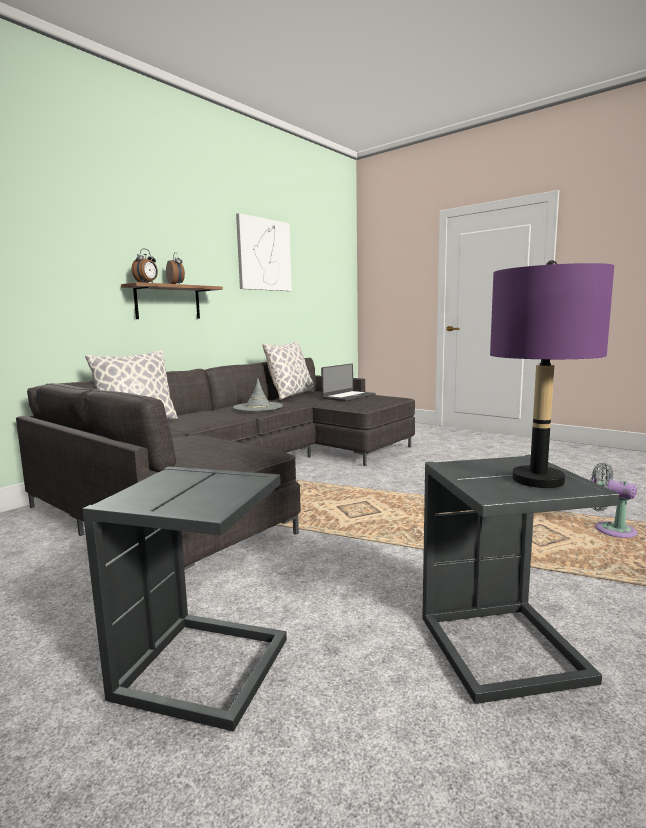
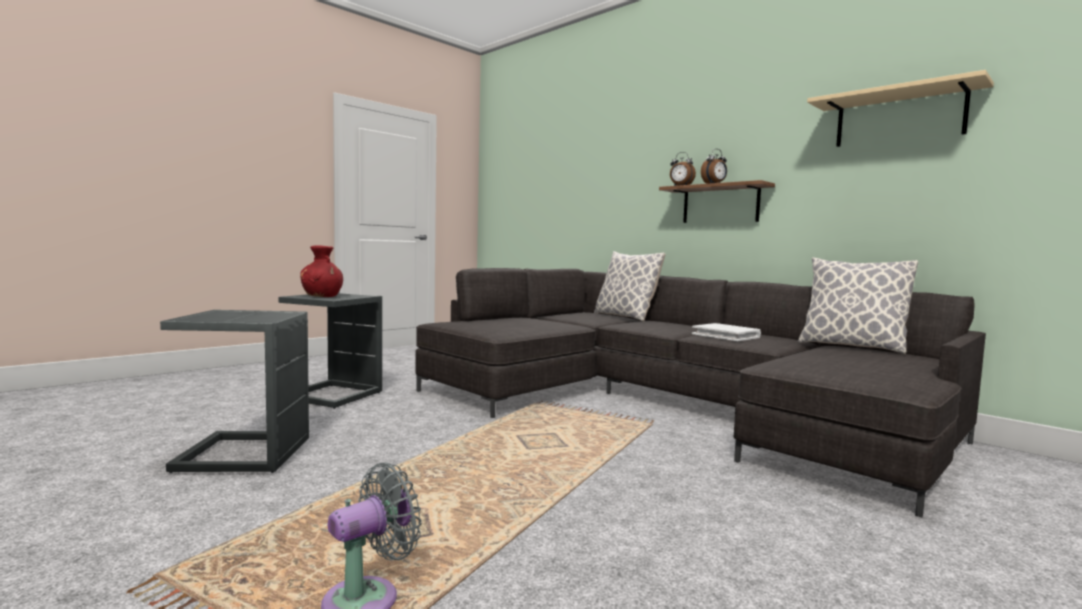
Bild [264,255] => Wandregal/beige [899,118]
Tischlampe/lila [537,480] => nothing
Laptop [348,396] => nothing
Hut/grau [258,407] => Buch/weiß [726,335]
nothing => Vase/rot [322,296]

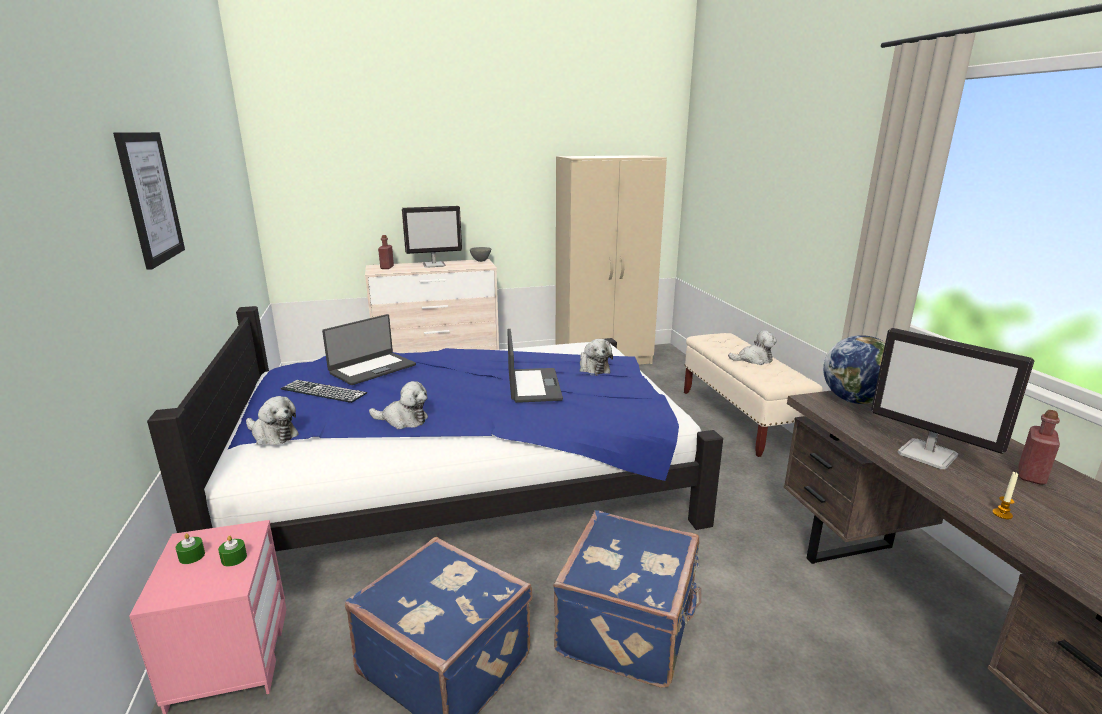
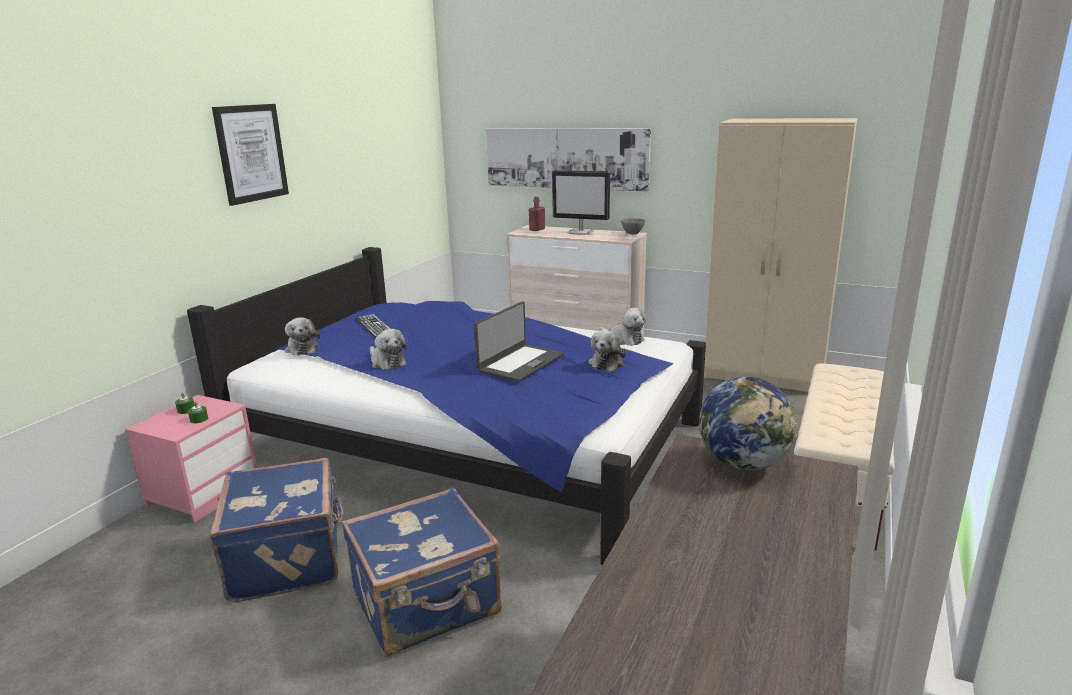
Laptop [372,369] => nothing
Monitor [928,455] => nothing
Plüschtier [753,360] => Plüschtier [624,339], move
Flasche/rot [1031,476] => nothing
Kerze [1002,514] => nothing
nothing => Bild [565,158]

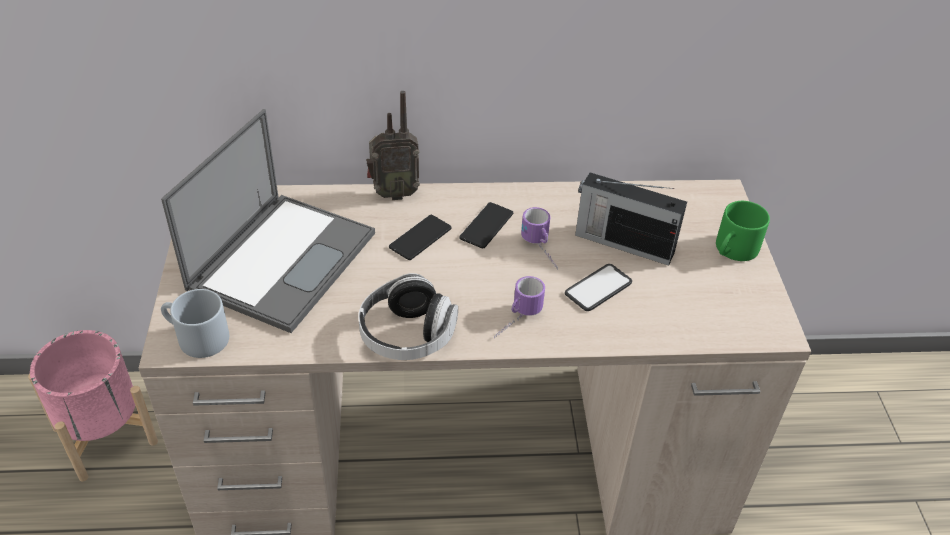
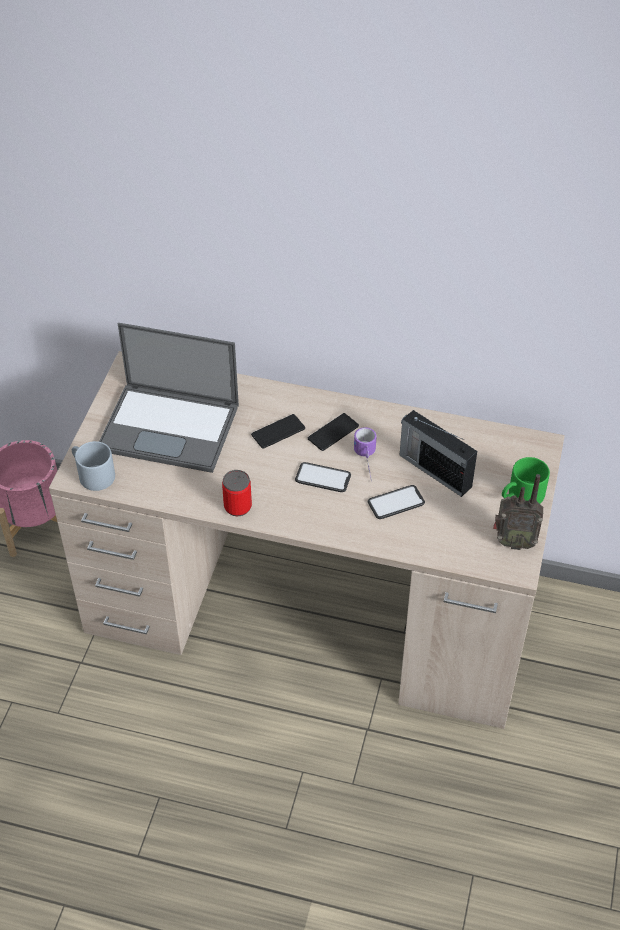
Radio [393,193] => Radio [513,541], move
Laptop [283,259] => Laptop [171,427], 60 degrees clockwise
Kopfhörer [407,335] => Dose [237,506]
Henkelbecher [515,321] => nothing
nothing => Handy [323,478]

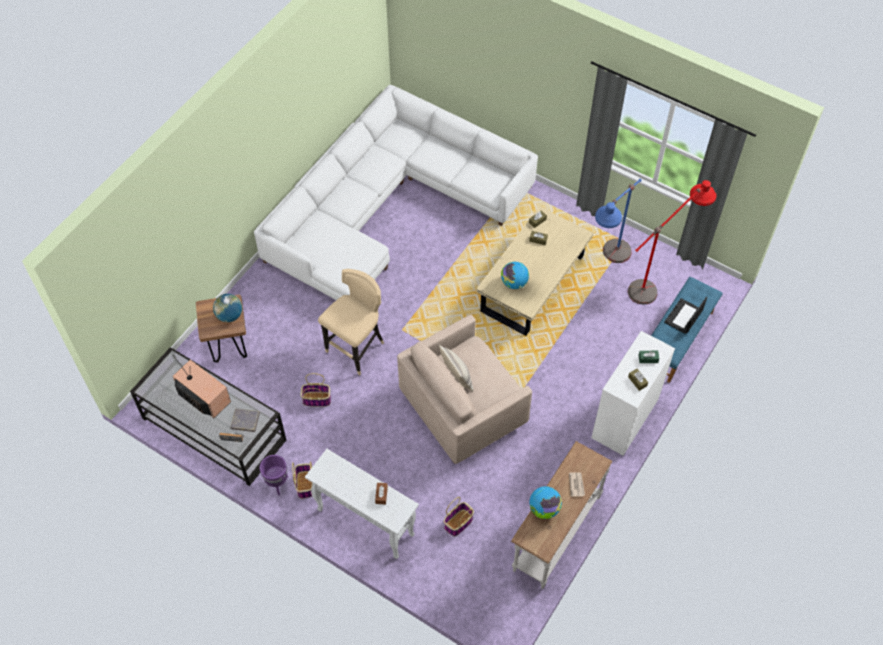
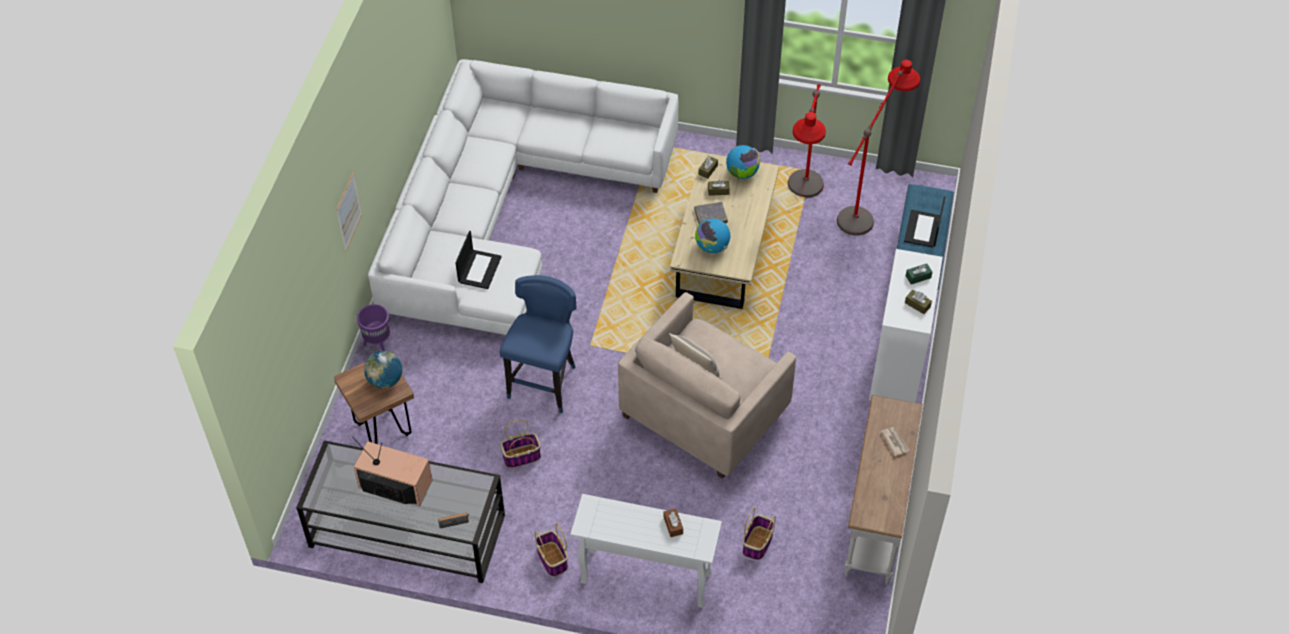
Stehlampe/blau [608,265] => Stehlampe/rot [802,203]
Hocker/beige [357,349] => Hocker/blau [544,383]
Buch/grau [245,421] => Buch/grau [710,216], move
Pflanzkübel/lila [277,483] => Pflanzkübel/lila [378,345], move
Globus [544,509] => Globus [742,173], move
nothing => Bild [348,211]
nothing => Laptop [479,269]

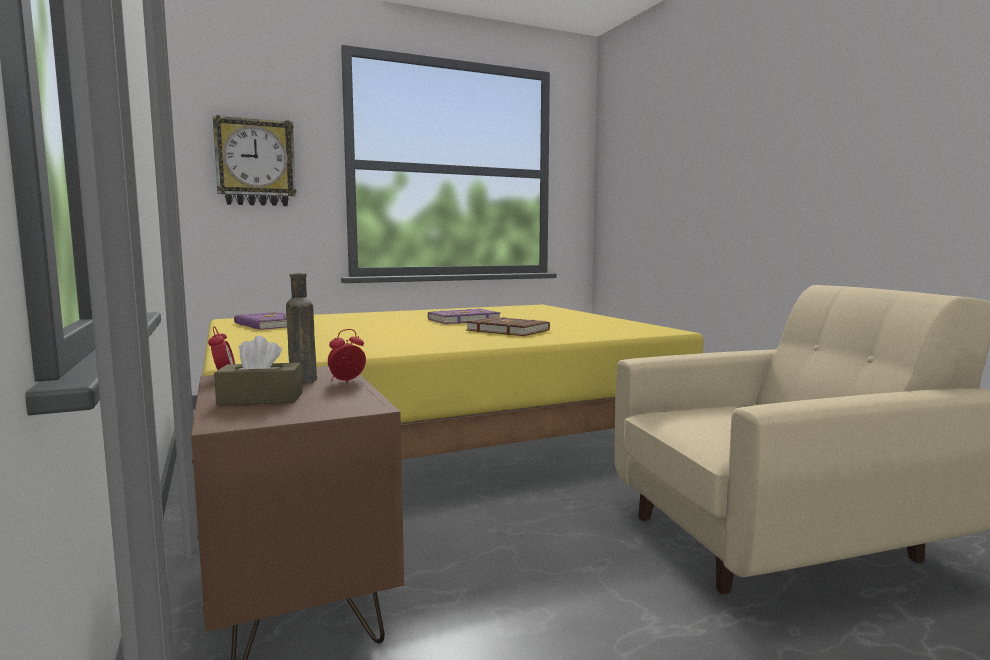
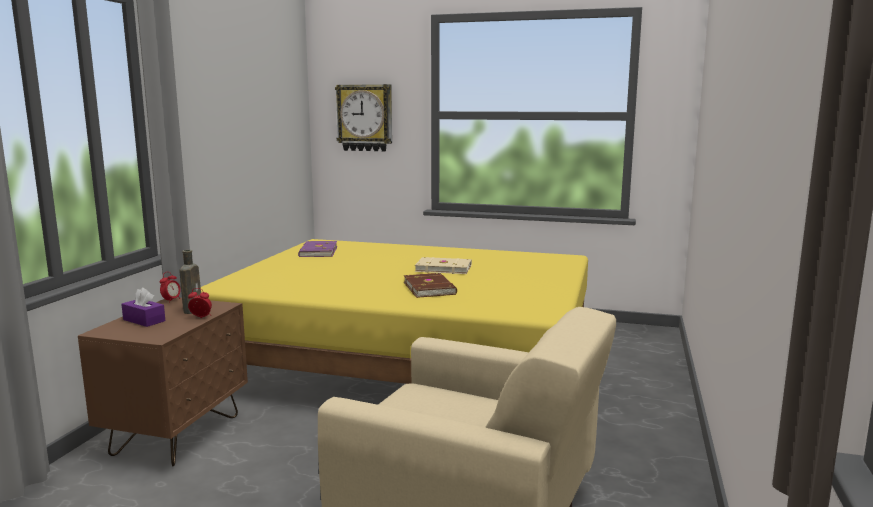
Buch/lila [463,320] => Buch/beige [443,268]
Taschentuchbox/braun [261,399] => Taschentuchbox/lila [144,320]

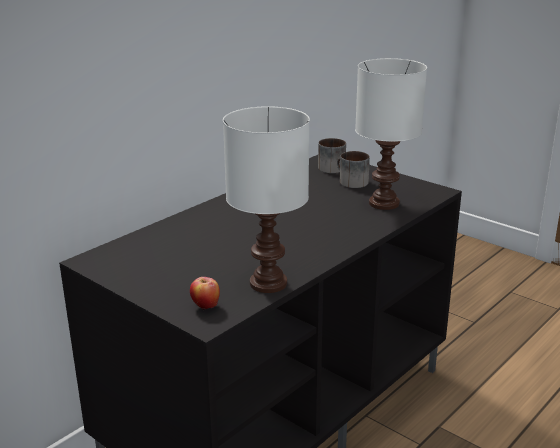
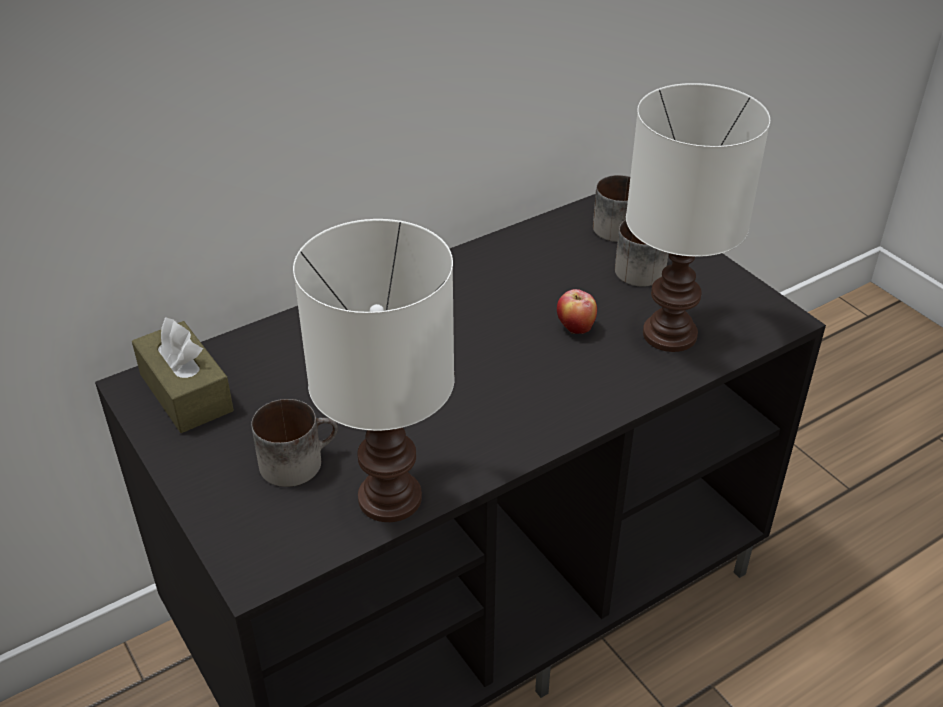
Apfel [205,306] => Apfel [575,328], move
nothing => Taschentuchbox/braun [186,392]
nothing => Henkelbecher [298,460]

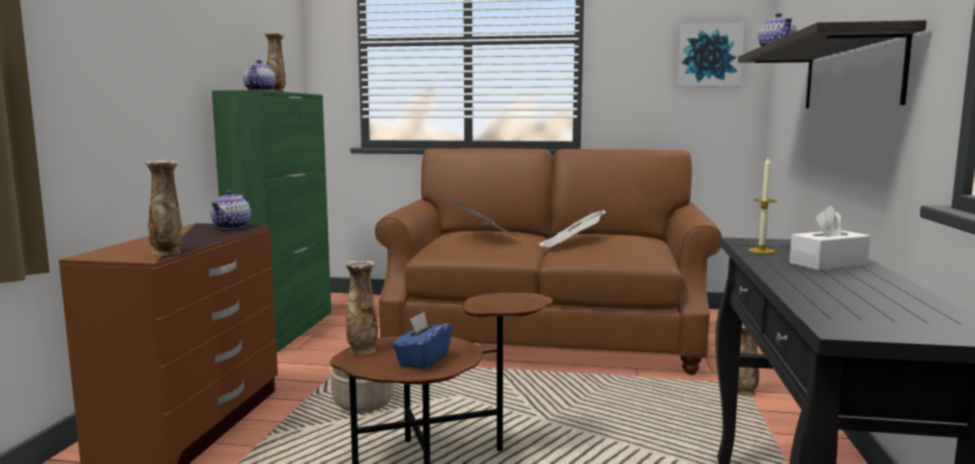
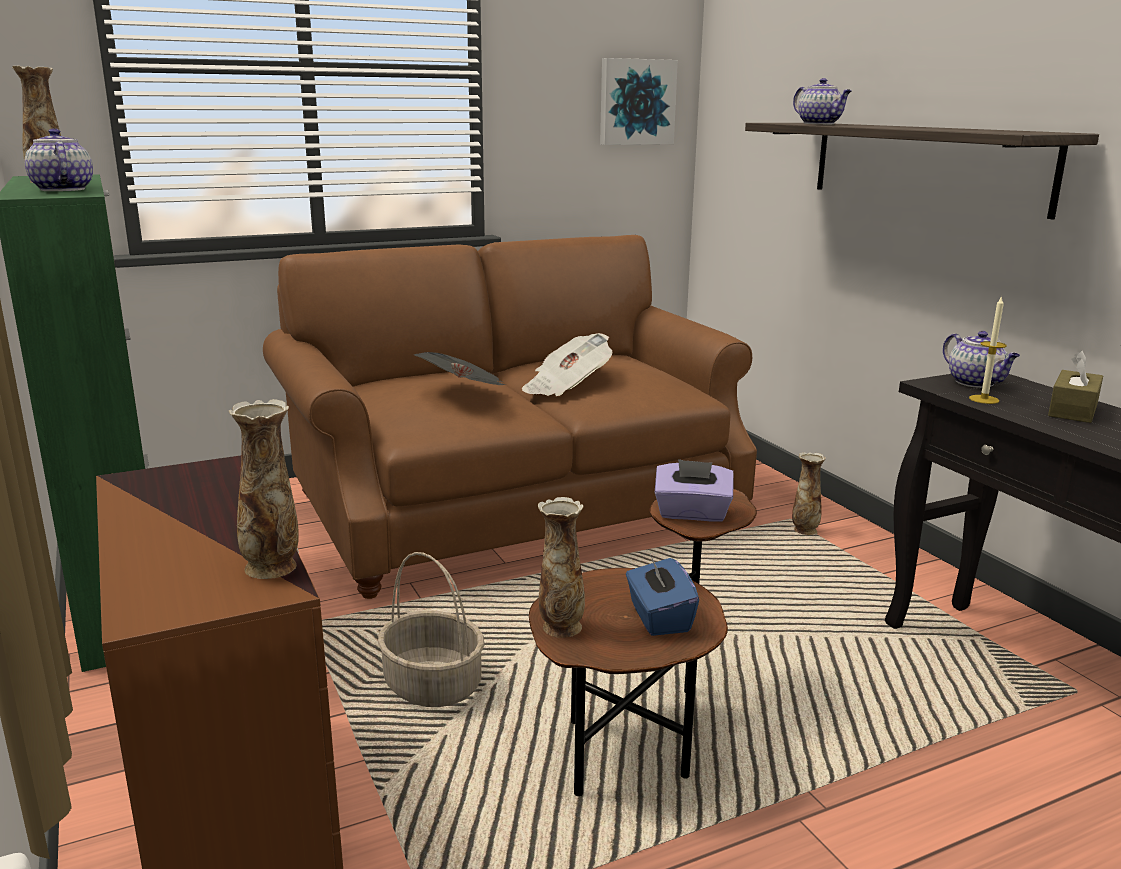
Teekanne [231,227] => Teekanne [976,383], move
Taschentuchbox/weiß [828,264] => Taschentuchbox/braun [1073,410]
nothing => Taschentuchbox/lila [692,513]

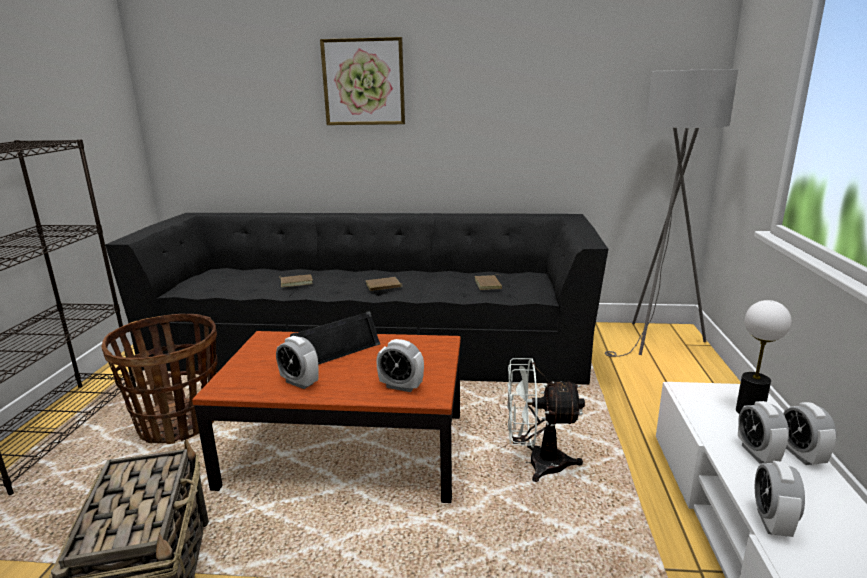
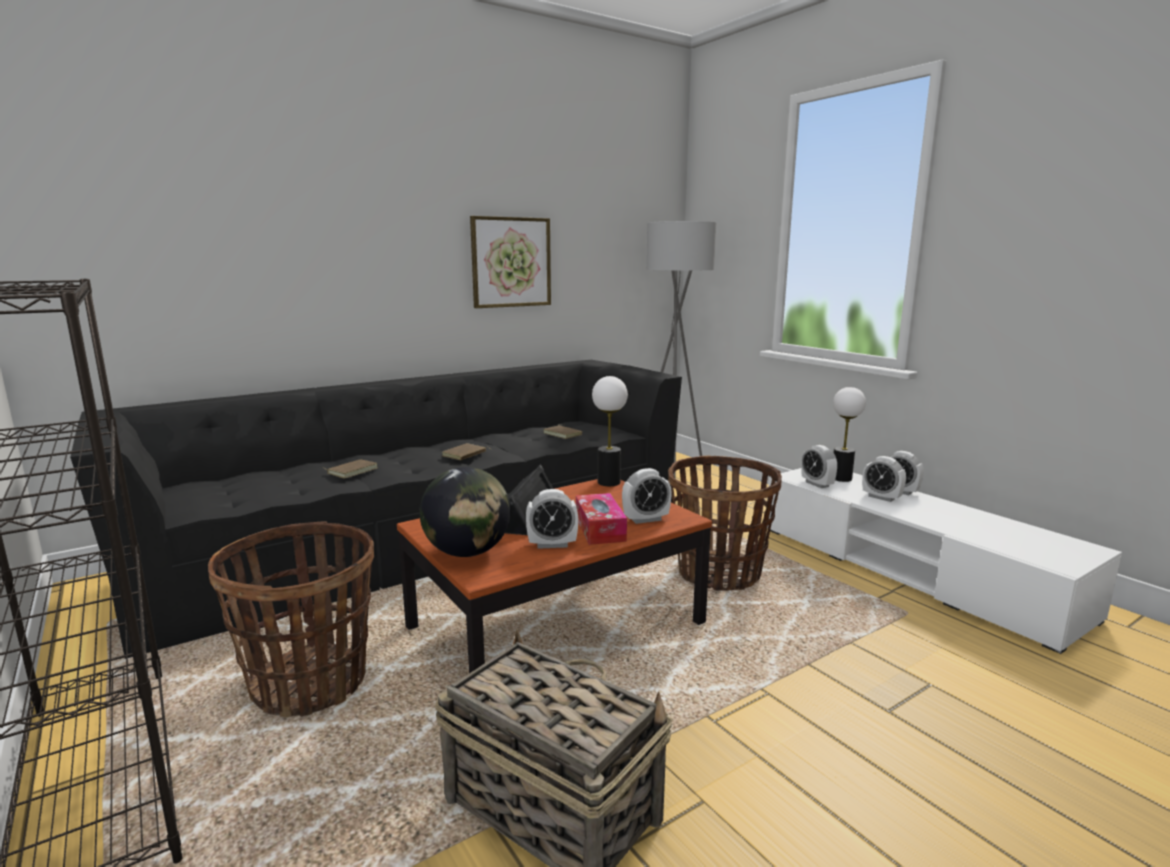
Bild [363,82] => Bild [511,262], move
Ventilator/weiß [536,464] => Korb [719,573]
Wecker [771,522] => Wecker [817,484], move
nothing => Tischlampe [609,482]
nothing => Globus [467,552]
nothing => Taschentuchbox [600,528]

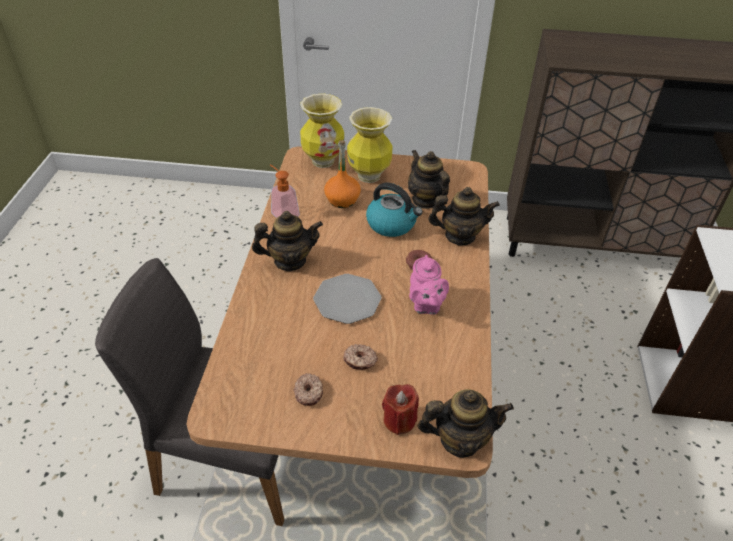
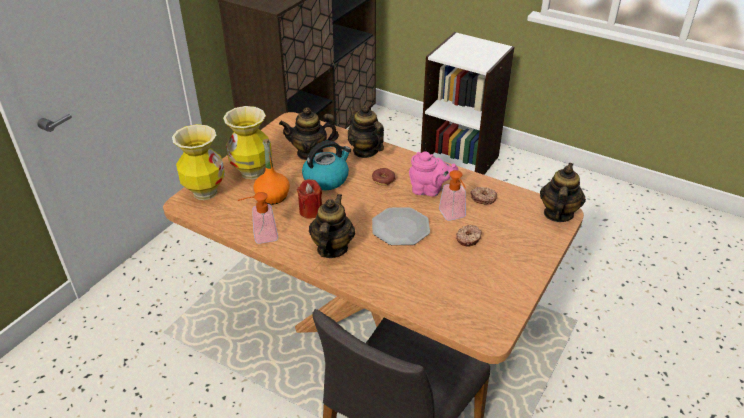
Teekanne [459,236] => Teekanne [365,151], 60 degrees counterclockwise
Donut [309,392] => Donut [483,198], move
Kerze/rot [399,420] => Kerze/rot [311,211], move
nothing => Seifenspender [454,216]

